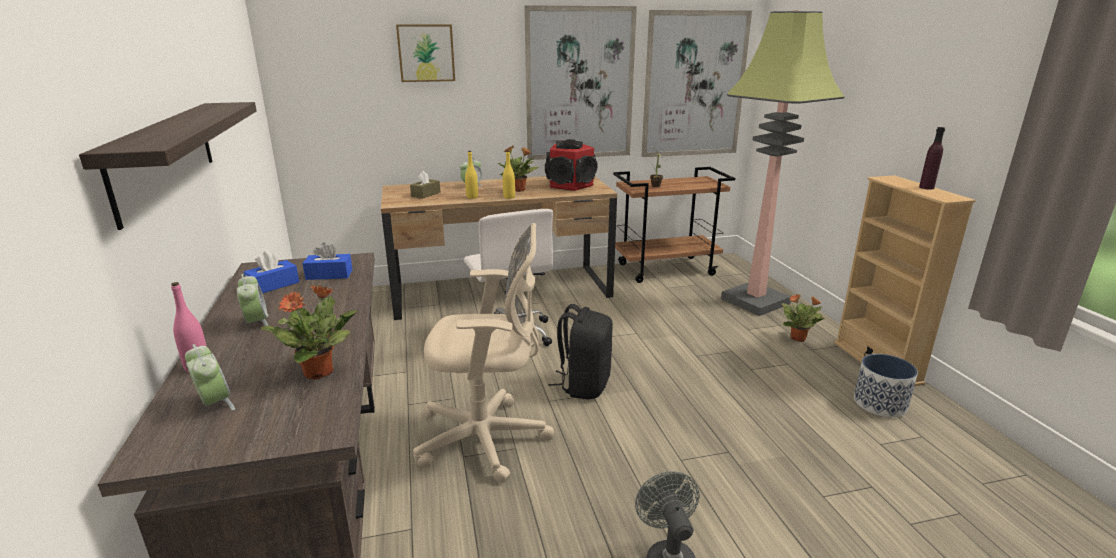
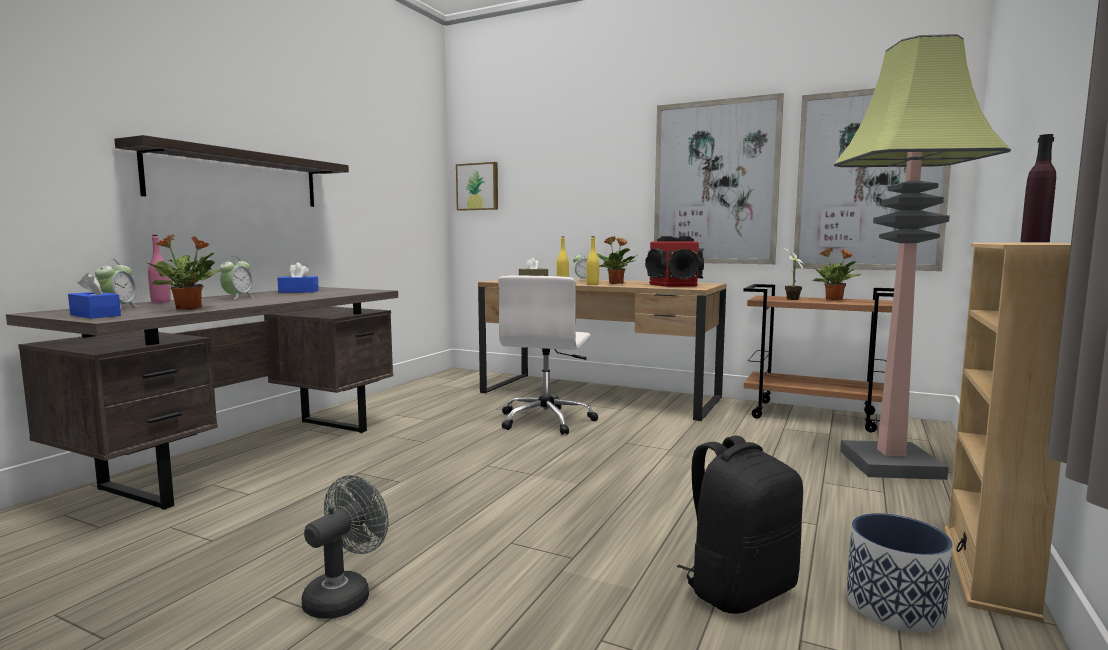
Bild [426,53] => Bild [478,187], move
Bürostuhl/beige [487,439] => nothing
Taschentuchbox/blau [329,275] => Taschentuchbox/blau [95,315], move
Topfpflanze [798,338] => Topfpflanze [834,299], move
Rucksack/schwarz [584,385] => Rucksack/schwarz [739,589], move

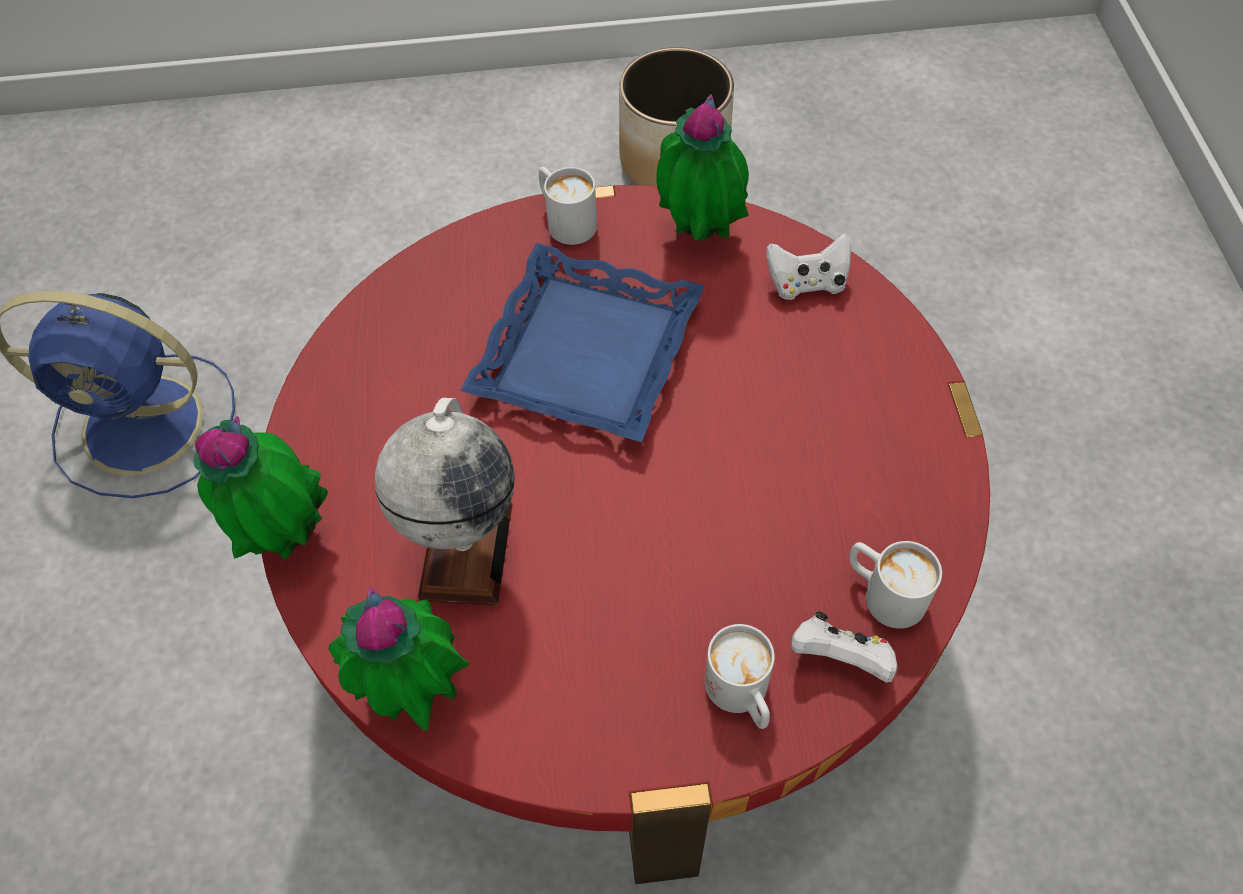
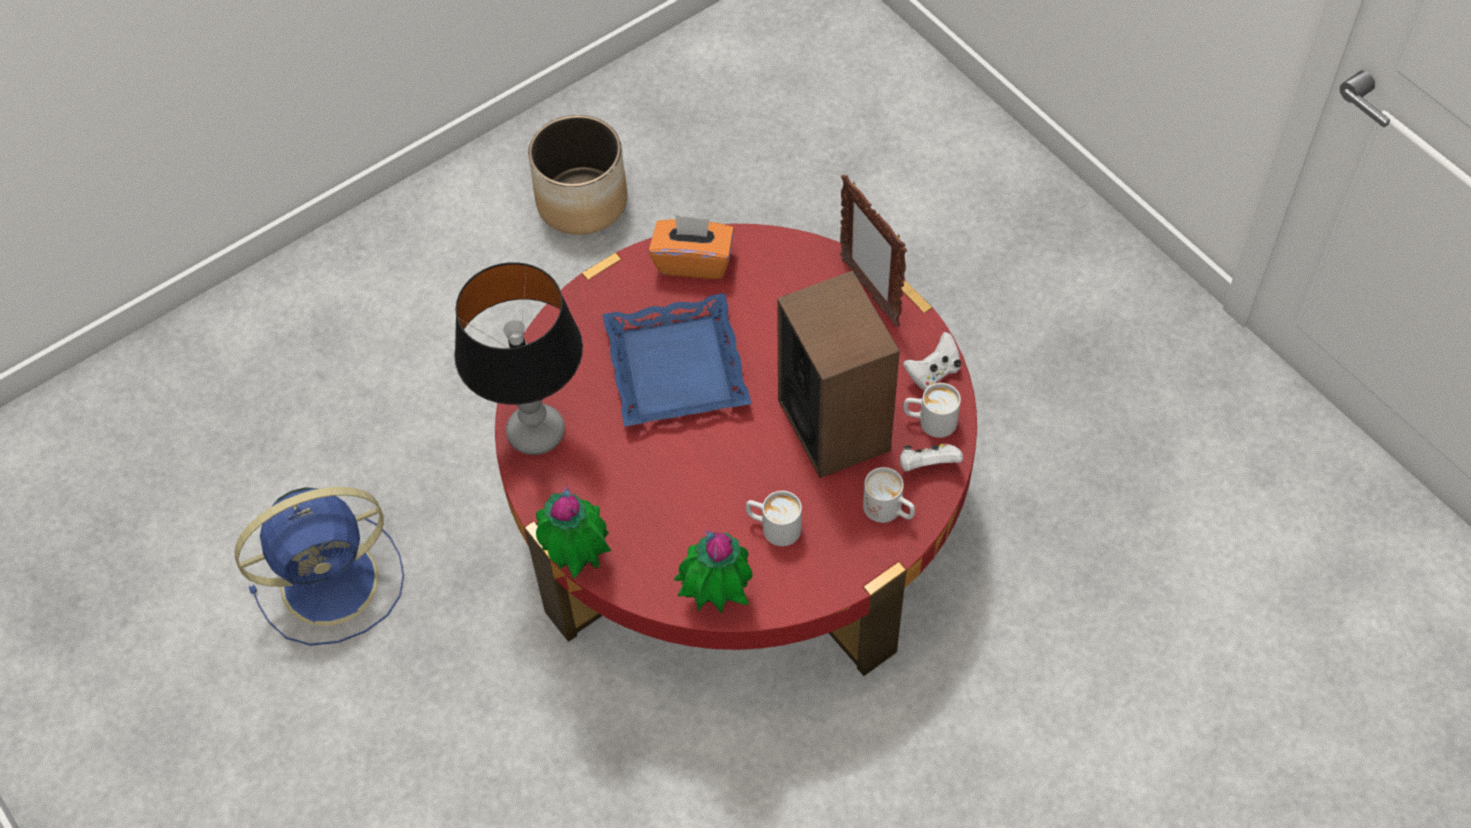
Topfpflanze [698,235] => Taschentuchbox/orange [693,261]
Henkelbecher/weiß [565,220] => Henkelbecher/weiß [773,527], move
Gamepad/weiß [807,283] => Gamepad/weiß [933,373], move
Globus [465,549] => nothing
nothing => Bilderrahmen [869,291]
nothing => Tischlampe [536,432]
nothing => Lautsprecher [834,424]

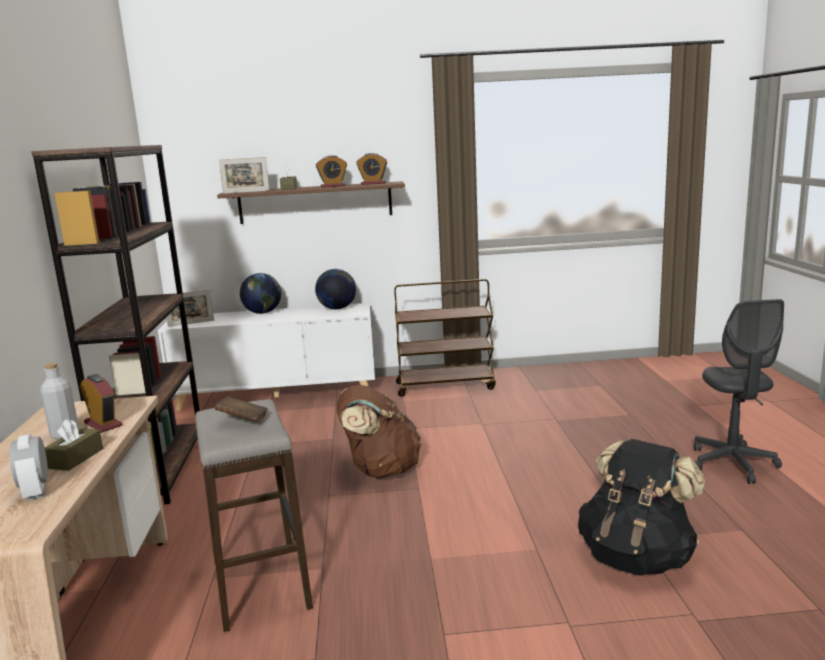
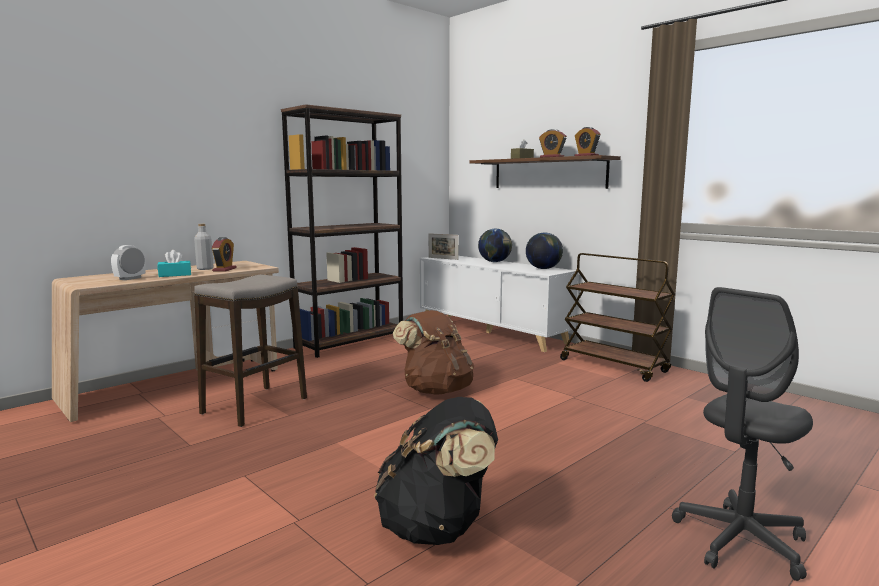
Bilderrahmen [246,192] => nothing
Buch/braun [243,421] => nothing
Taschentuchbox/braun [75,458] => Taschentuchbox/türkis [175,275]

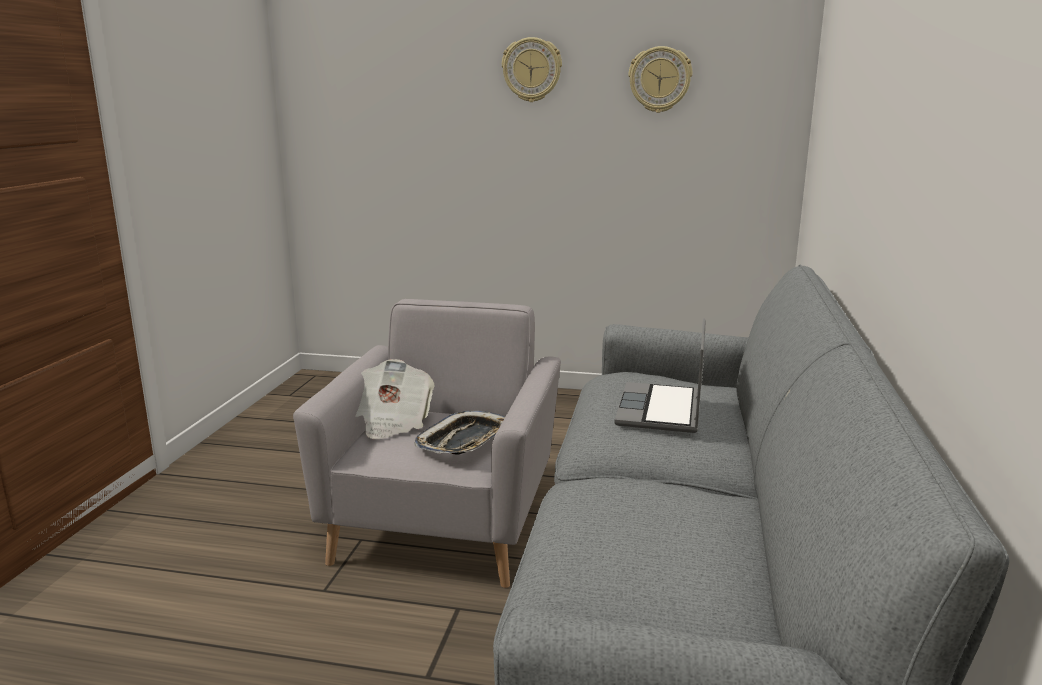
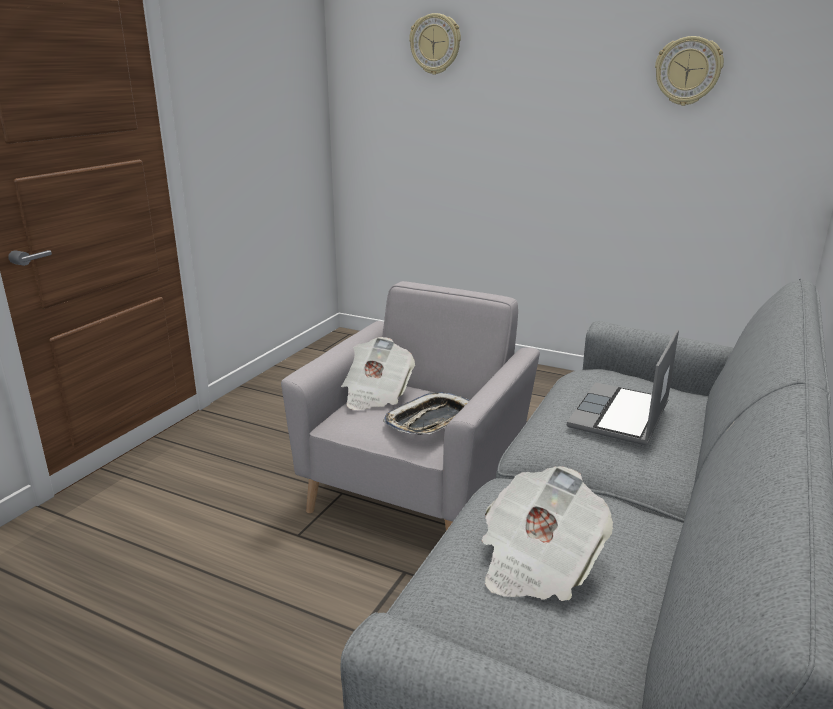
Wanduhr [532,70] => Wanduhr [435,44], move
nothing => Zeitung [537,562]

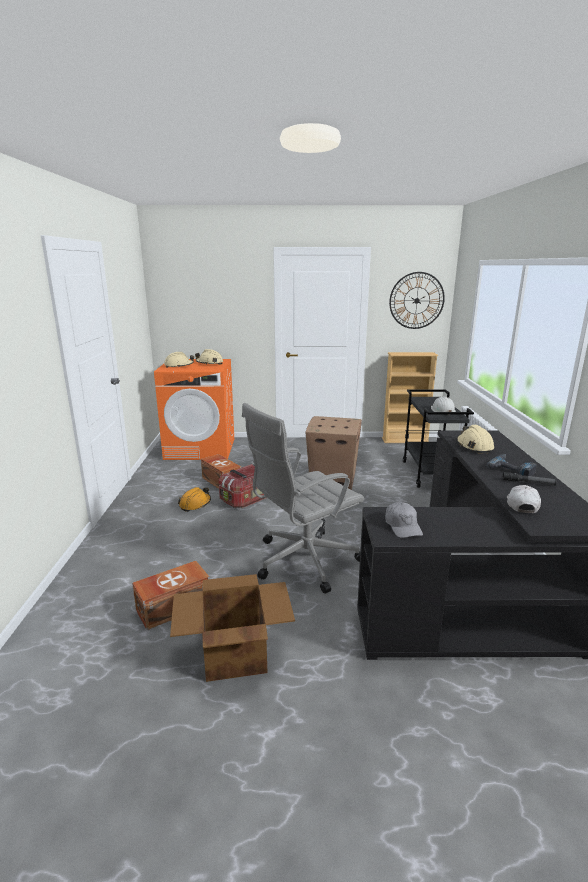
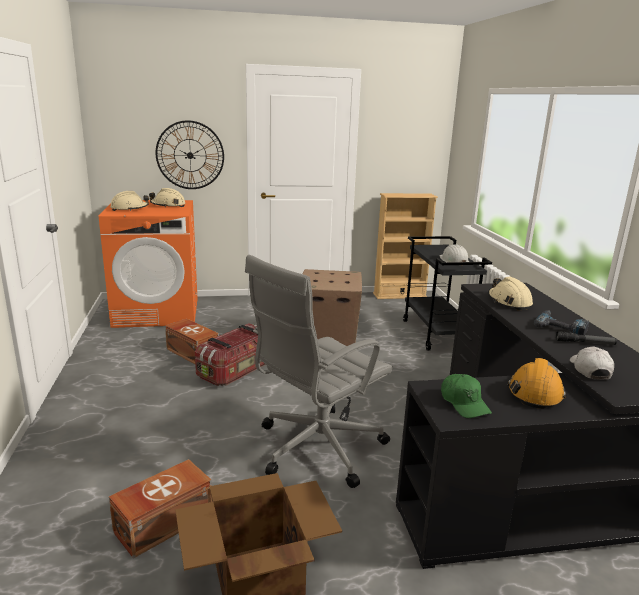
Wanduhr [416,300] => Wanduhr [190,155], move
Schutzhelm/orange [195,504] => Schutzhelm/orange [535,392], move
Kappe/grau [403,526] => Kappe/grün [464,403]

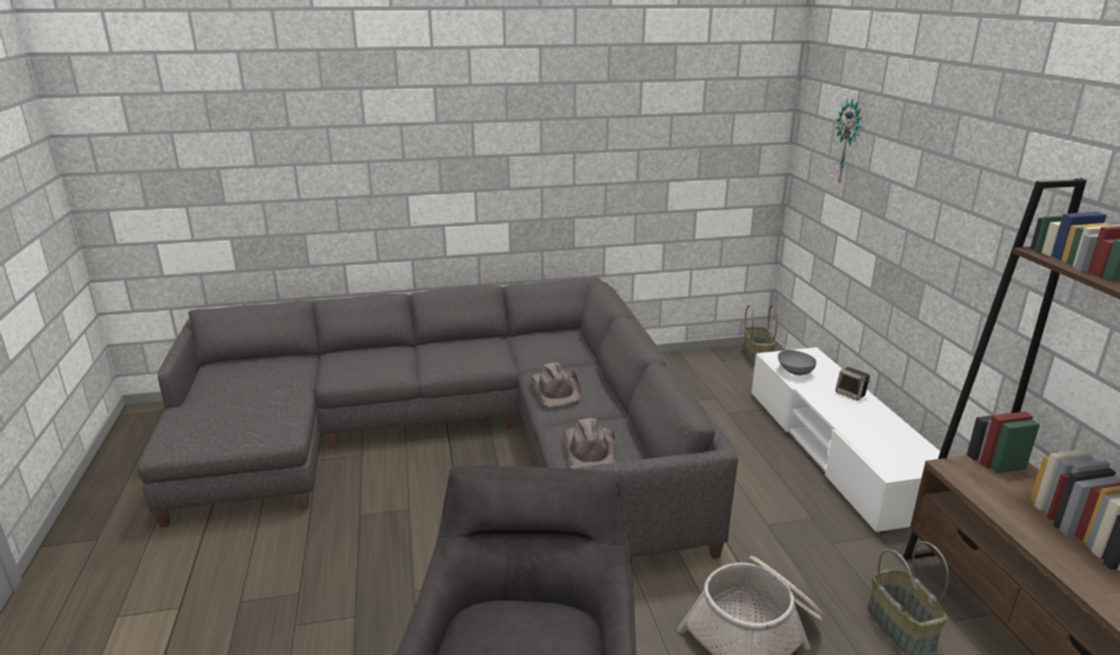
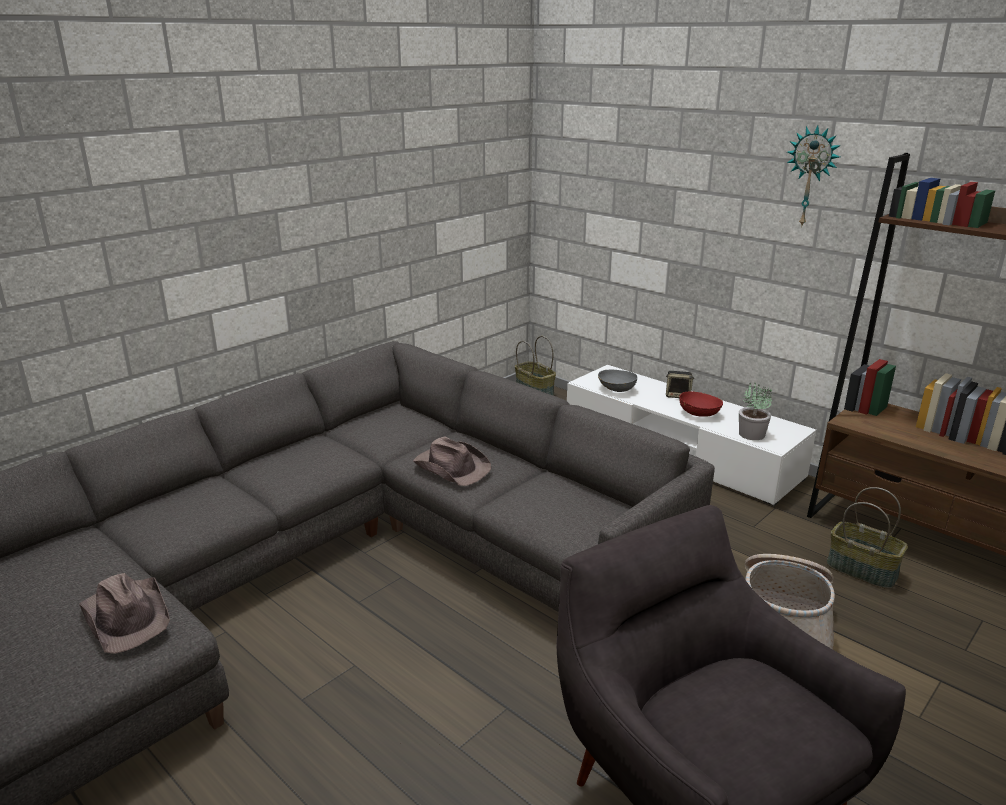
Wanduhr [849,142] => Wanduhr [811,176], move
Hut/braun [590,449] => Hut/braun [128,616], move
nothing => Topfpflanze [751,434]
nothing => Schüssel/rot [699,414]

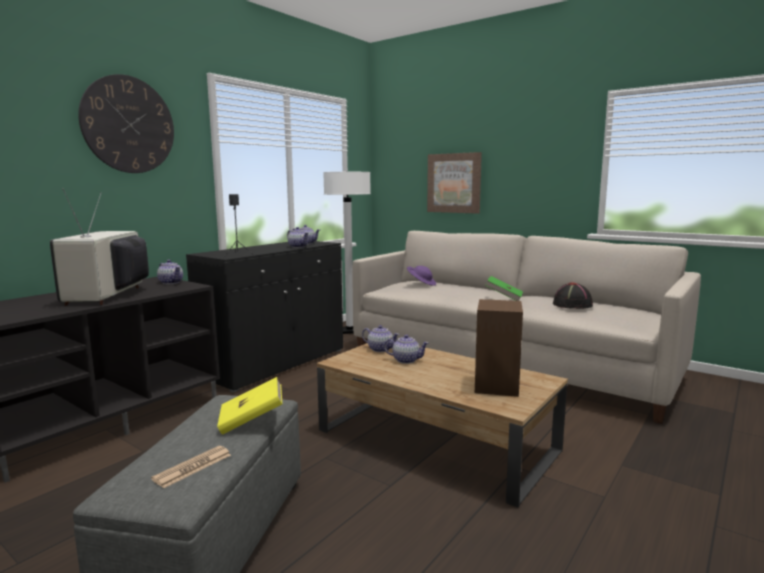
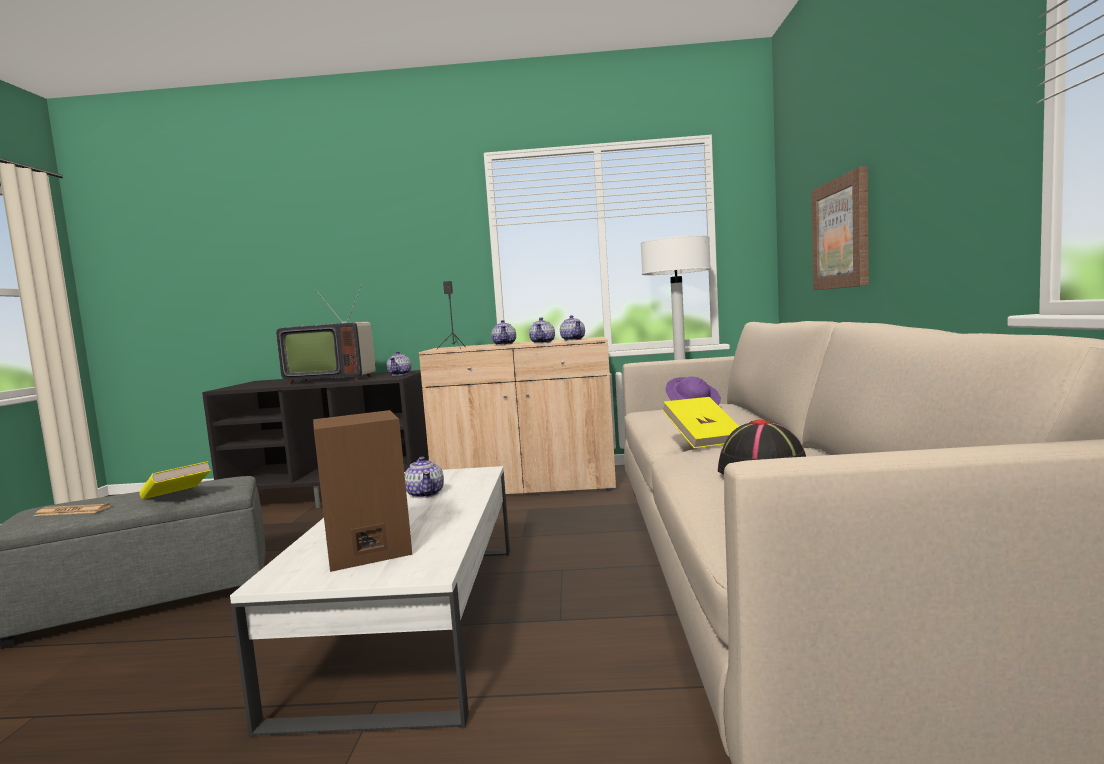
Wanduhr [128,125] => nothing
Fernseher [110,295] => Fernseher [331,380], 135 degrees counterclockwise
Schrank/schwarz [275,363] => Schrank/beige [526,486]
Buch/grün [503,298] => Buch/gelb [703,439]
Teekanne [380,349] => Teekanne [504,344], move
Couchtisch/braun [436,440] => Couchtisch/weiß [413,620]

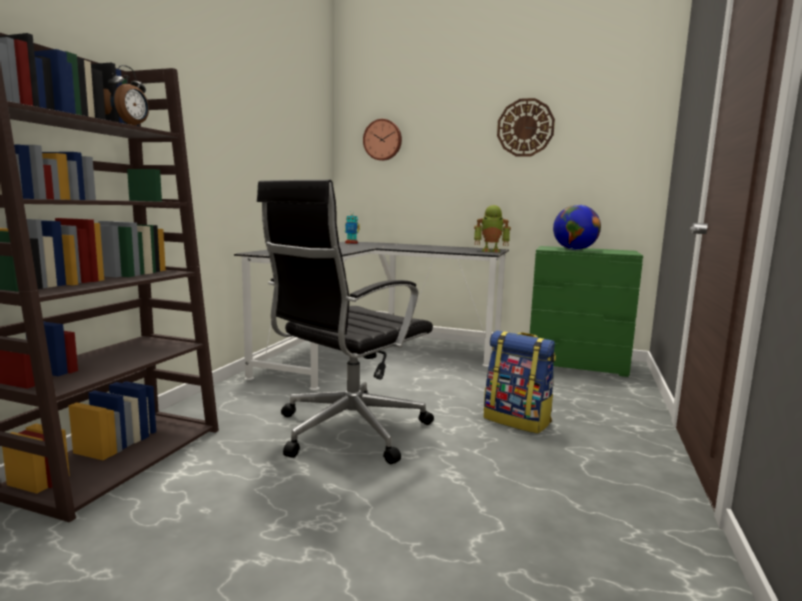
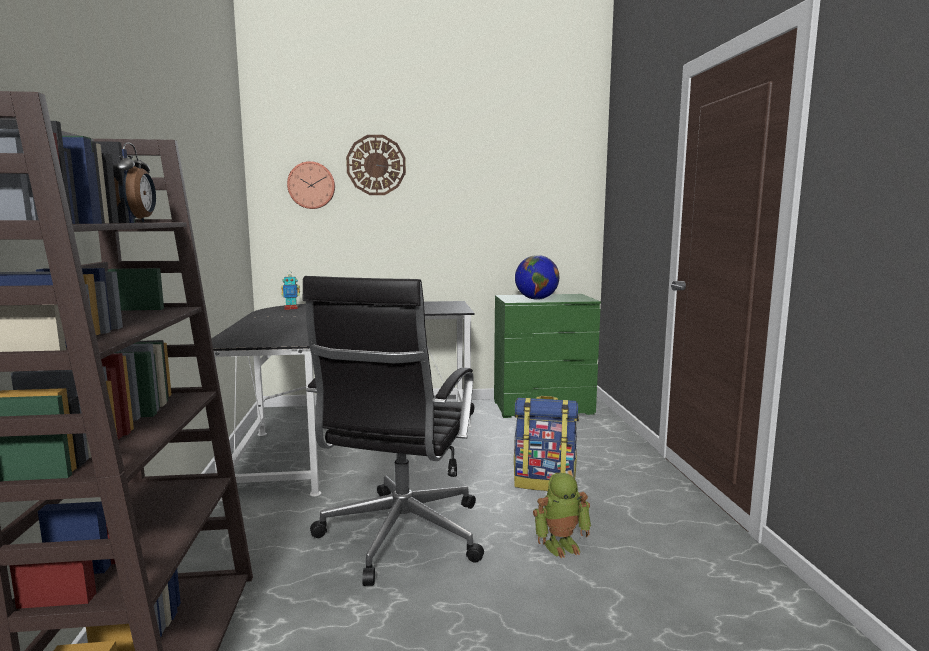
Wanduhr [525,127] => Wanduhr [376,165], move
Spielzeugroboter [491,251] => Spielzeugroboter [561,545], move

